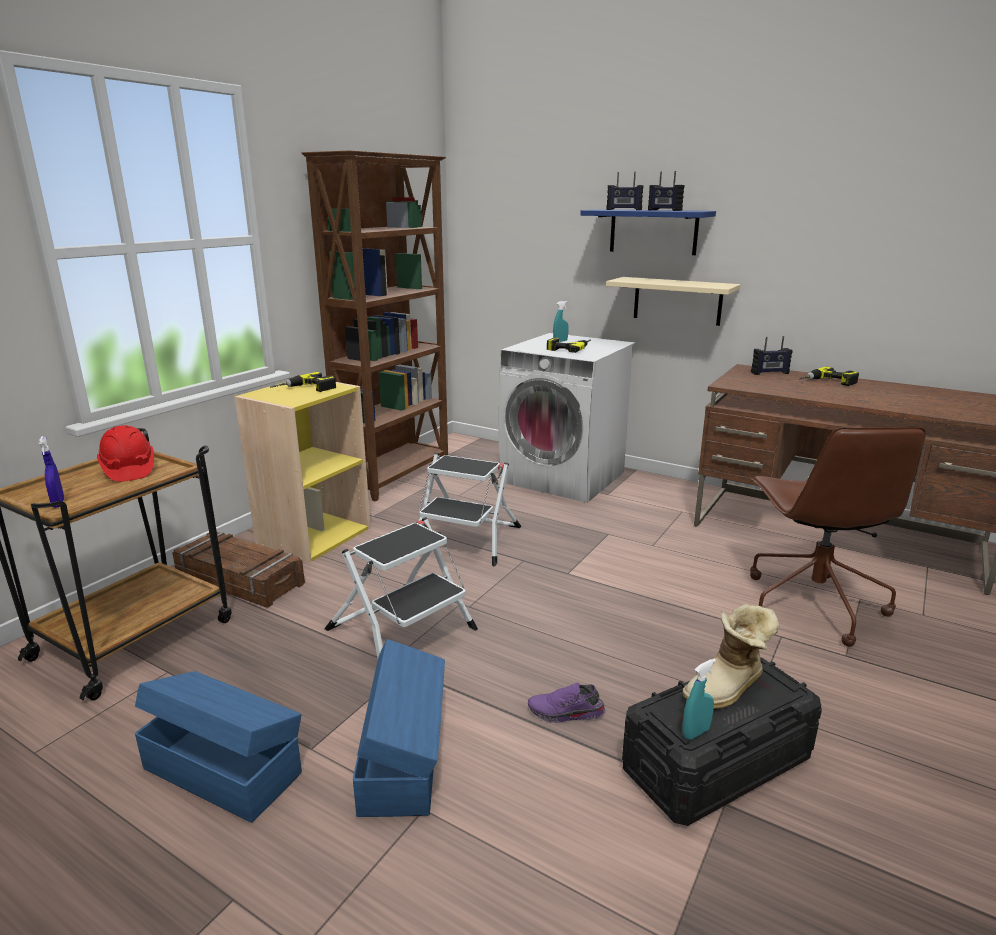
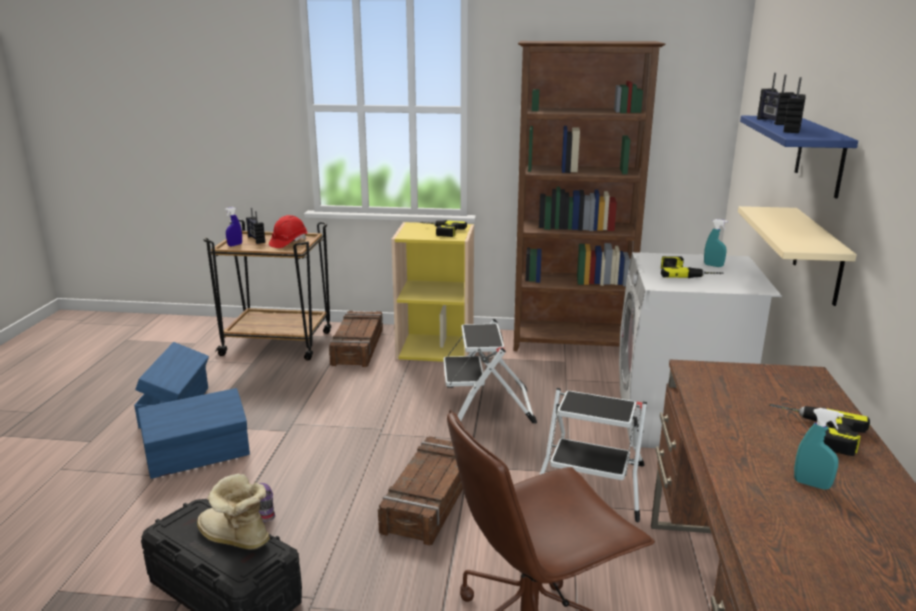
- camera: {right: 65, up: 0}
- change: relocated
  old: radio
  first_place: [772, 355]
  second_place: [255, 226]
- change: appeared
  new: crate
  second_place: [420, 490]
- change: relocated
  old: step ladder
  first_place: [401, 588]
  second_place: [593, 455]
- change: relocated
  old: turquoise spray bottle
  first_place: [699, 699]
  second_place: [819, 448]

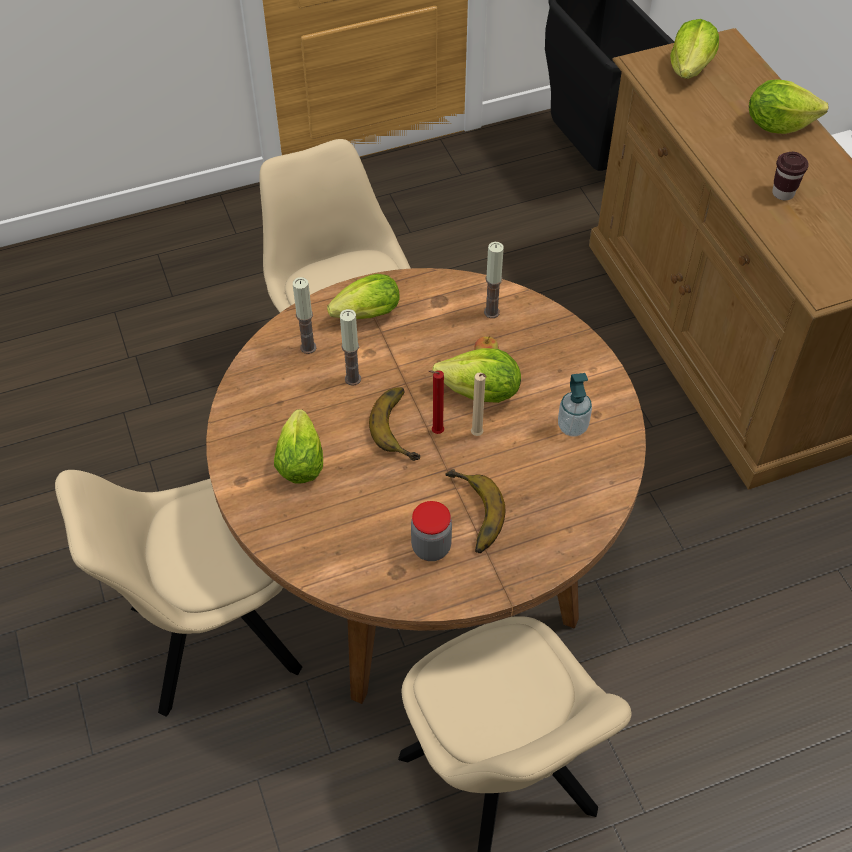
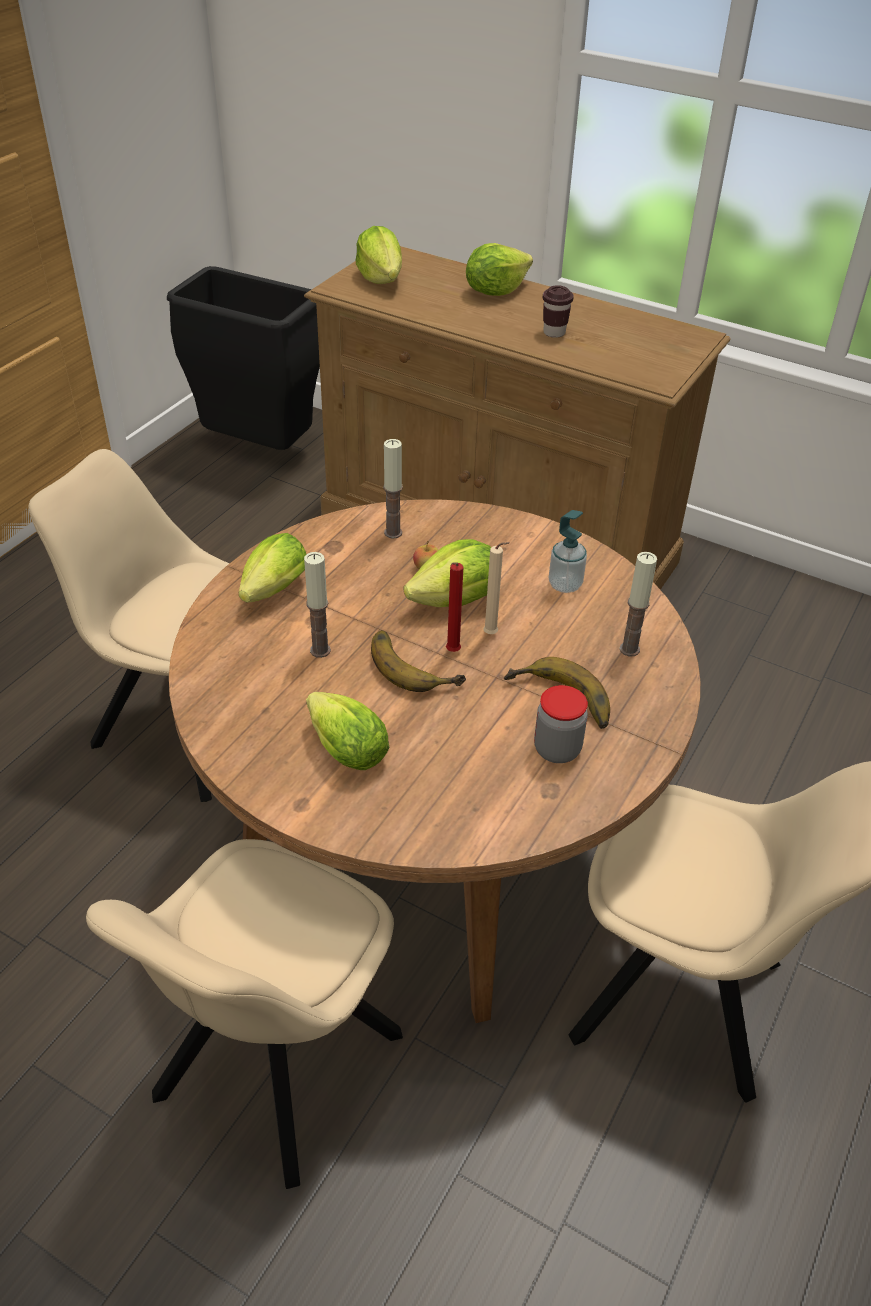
- camera: {right: -40, up: -10}
- change: relocated
  old: candle
  first_place: [305, 315]
  second_place: [638, 604]

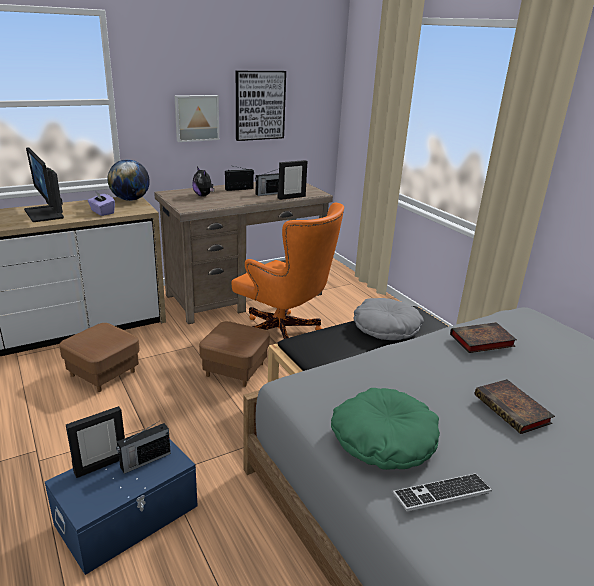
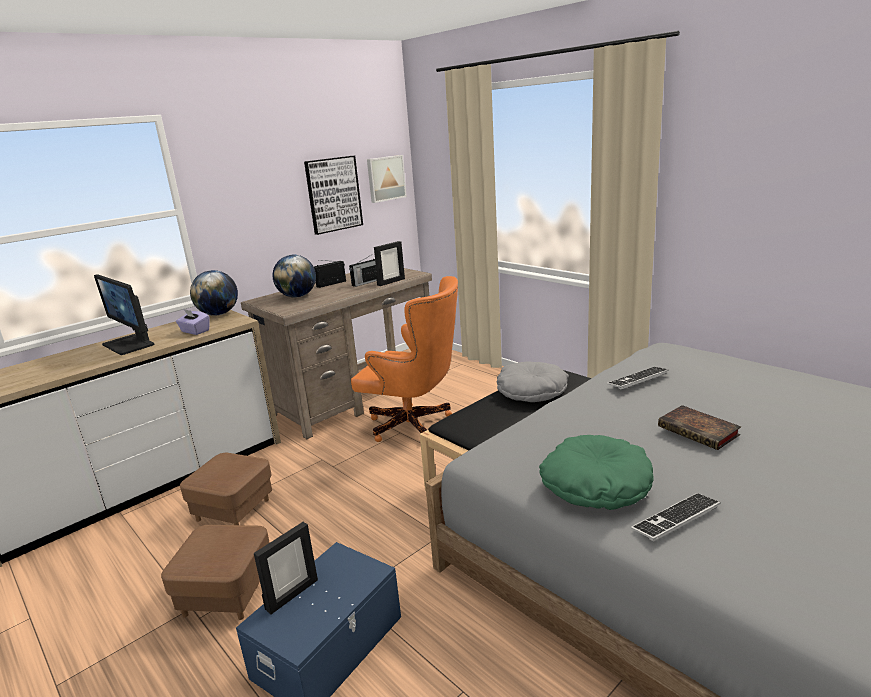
- camera: {right: -10, up: -5}
- change: relocated
  old: brown ottoman
  first_place: [234, 354]
  second_place: [215, 572]
- change: exchanged
  old: plush toy
  new: globe
  first_place: [203, 181]
  second_place: [294, 276]
- change: relocated
  old: picture
  first_place: [197, 118]
  second_place: [387, 179]
- change: exchanged
  old: book
  new: keyboard
  first_place: [483, 337]
  second_place: [638, 378]
- change: missing
  old: radio
  first_place: [143, 447]

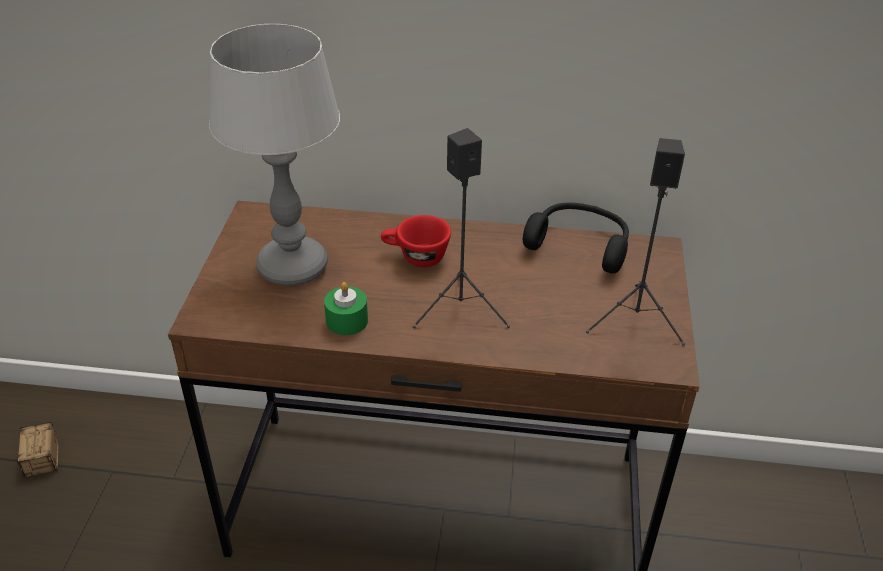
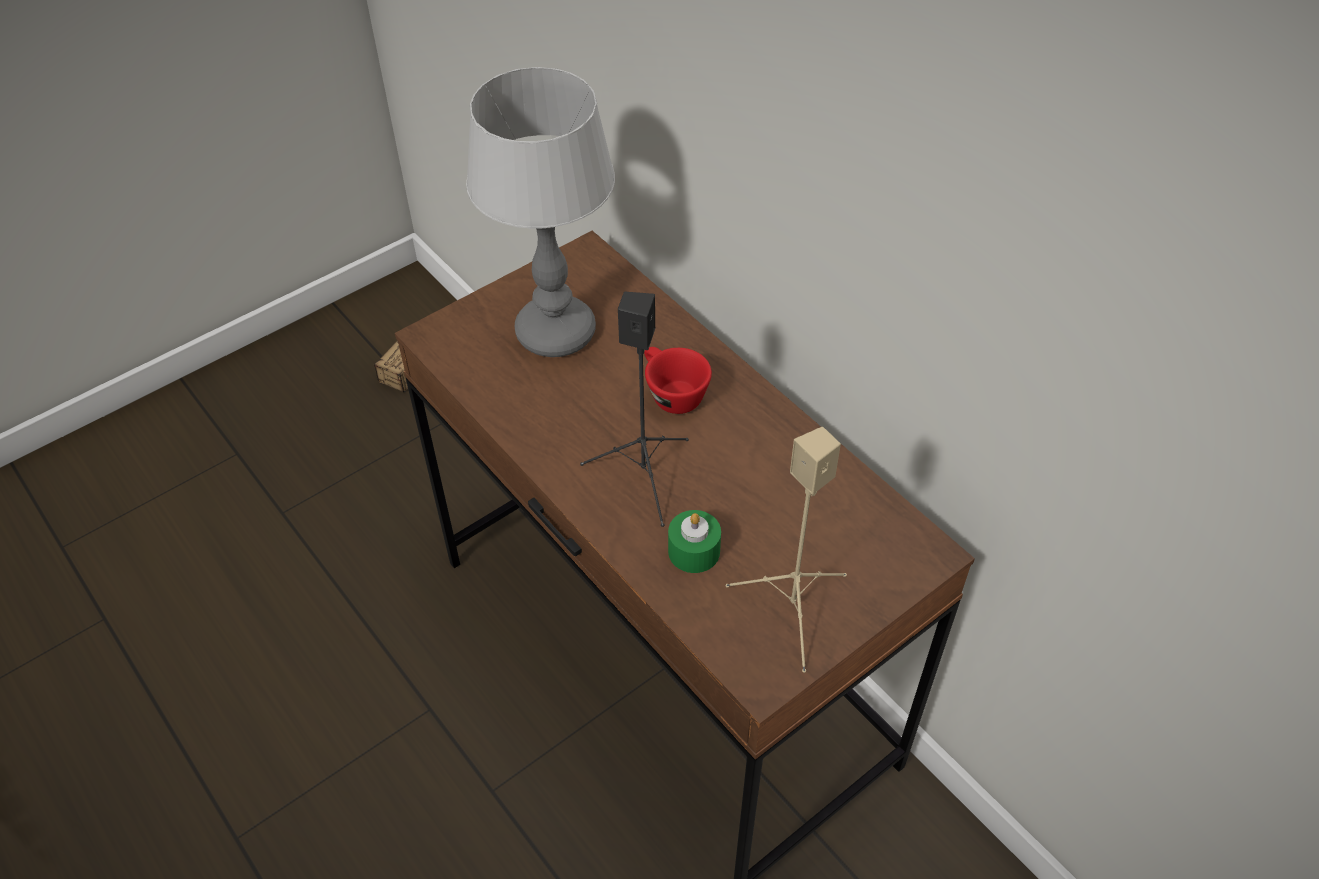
- camera: {right: 45, up: 10}
- change: relocated
  old: green candle
  first_place: [346, 308]
  second_place: [694, 541]
- change: colour
  old: black speaker
  new: beige speaker
  first_place: [635, 242]
  second_place: [786, 550]
- change: missing
  old: black headphones
  first_place: [576, 238]

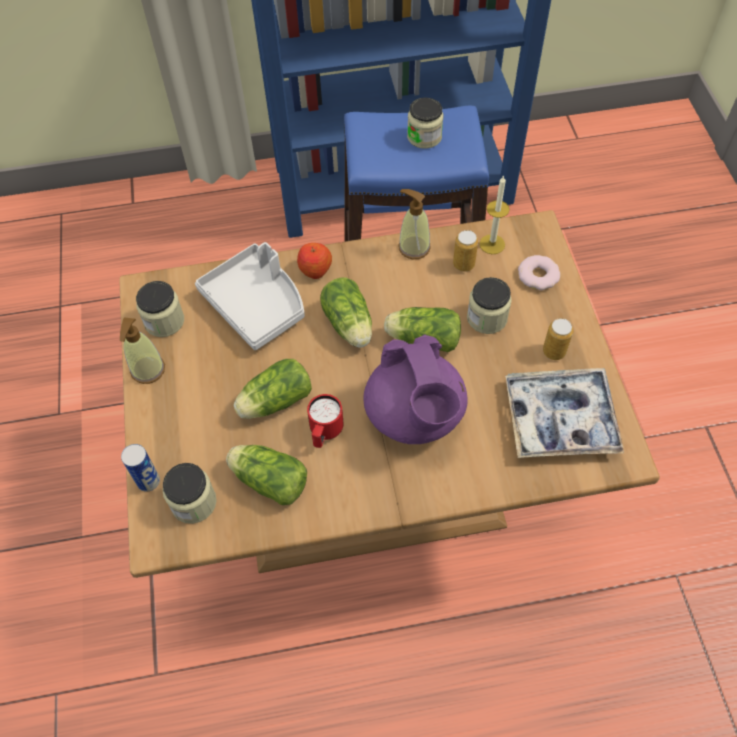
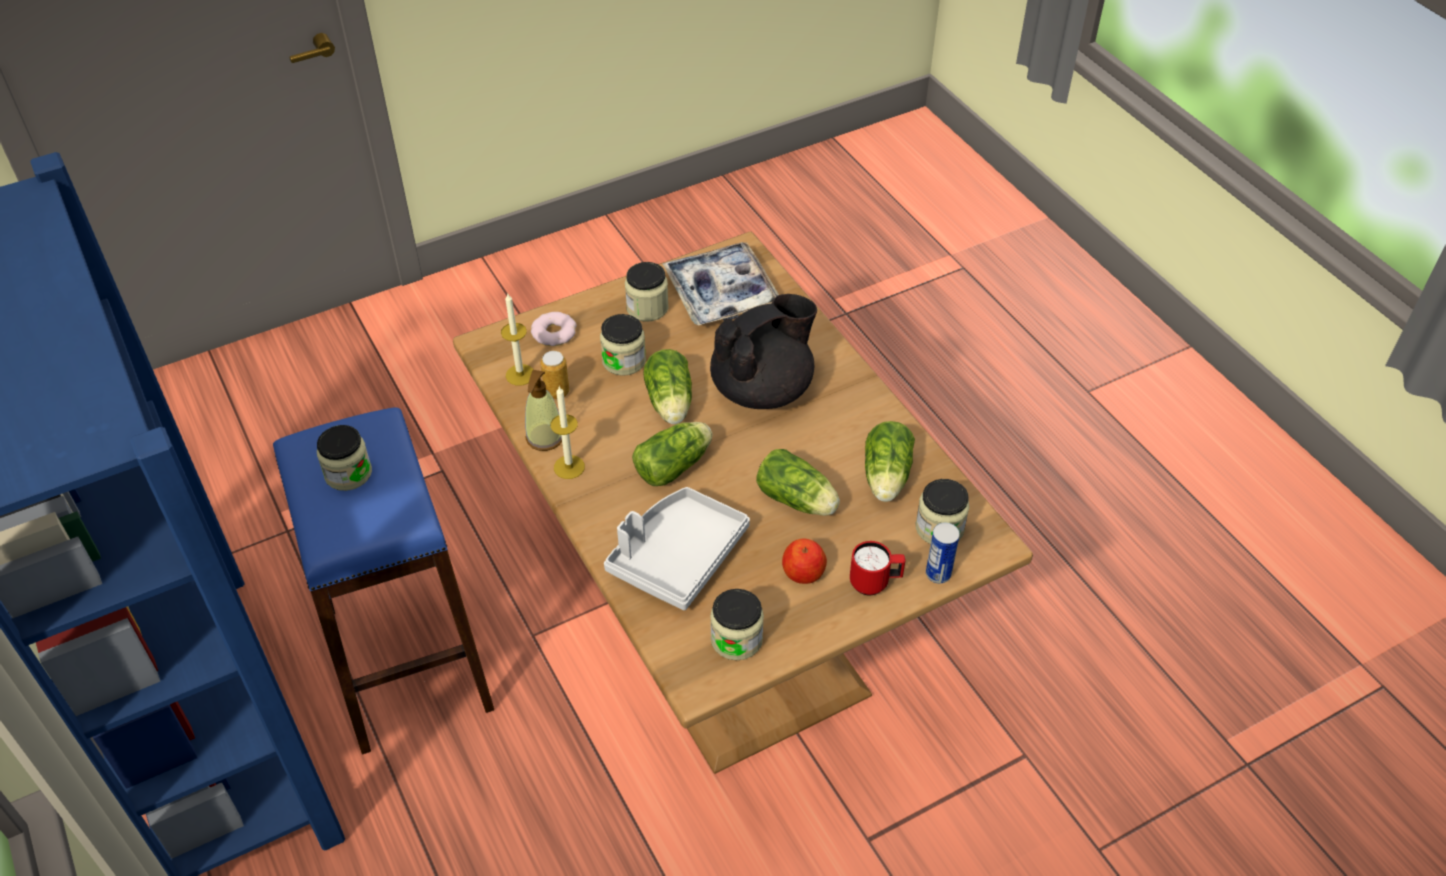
- camera: {right: -110, up: -10}
- change: appeared
  new: candle
  second_place: [567, 432]
- change: exchanged
  old: can
  new: jar
  first_place: [558, 339]
  second_place: [647, 292]
- change: colour
  old: purple teapot
  new: black teapot
  first_place: [415, 389]
  second_place: [763, 351]
- change: relocated
  old: apple
  first_place: [314, 261]
  second_place: [804, 561]
- change: relocated
  old: red mug
  first_place: [325, 421]
  second_place: [877, 568]
- change: missing
  old: soap dispenser
  first_place: [142, 350]

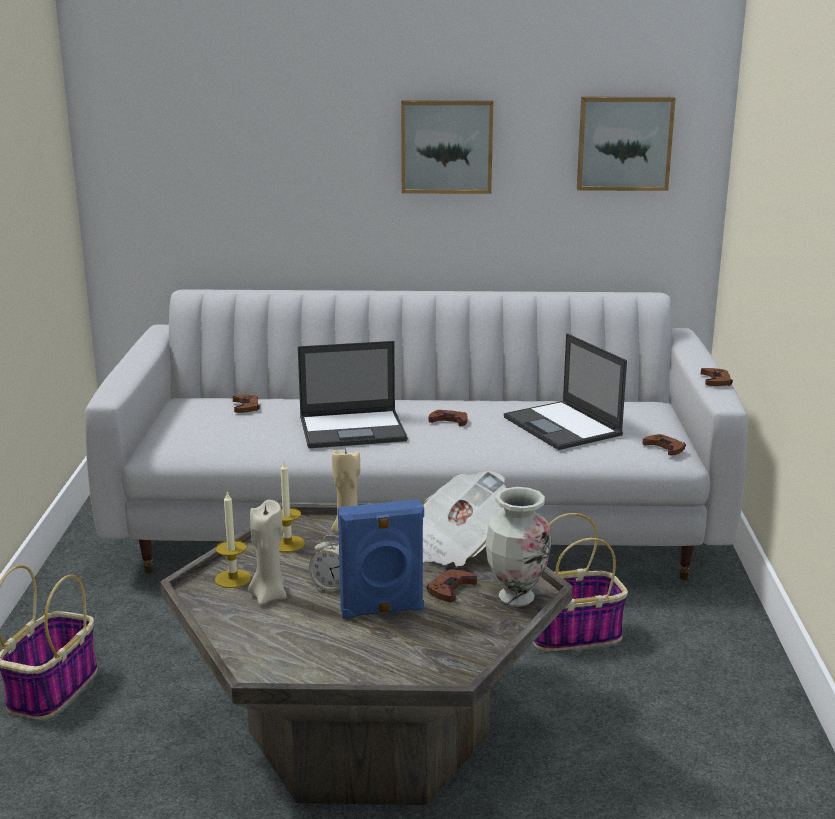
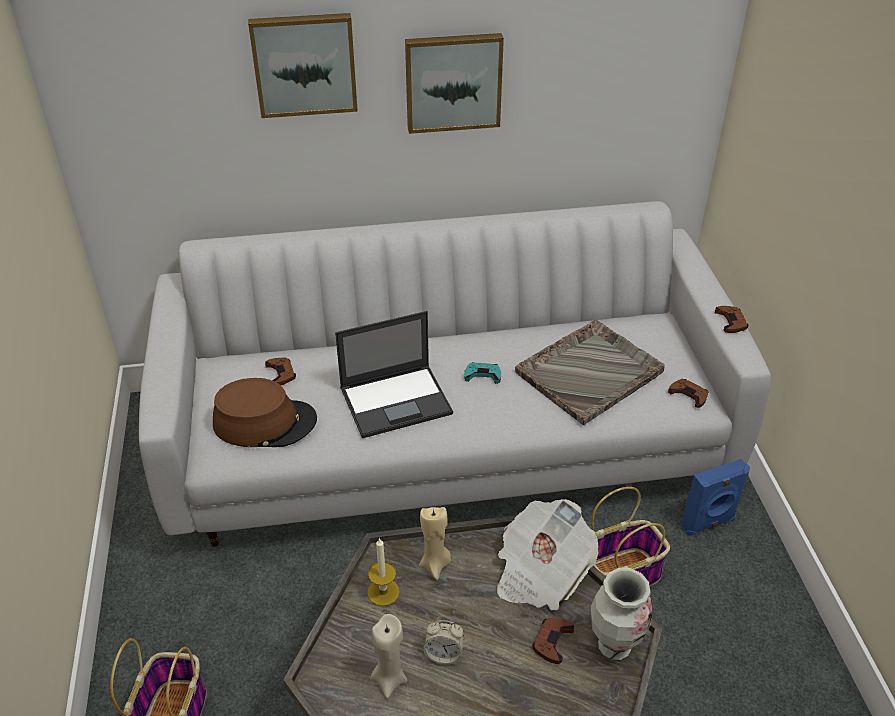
- camera: {right: -10, up: 20}
- change: appeared
  new: brown hat
  second_place: [265, 412]
- change: relocated
  old: picture
  first_place: [626, 144]
  second_place: [303, 65]
- change: colour
  old: brown game controller
  new: turquoise game controller
  first_place: [448, 418]
  second_place: [482, 373]
- change: exchanged
  old: laptop
  new: grey tray
  first_place: [565, 391]
  second_place: [590, 372]
- change: relocated
  old: blue speaker
  first_place: [381, 559]
  second_place: [715, 497]
- change: missing
  old: candle
  first_place: [233, 539]

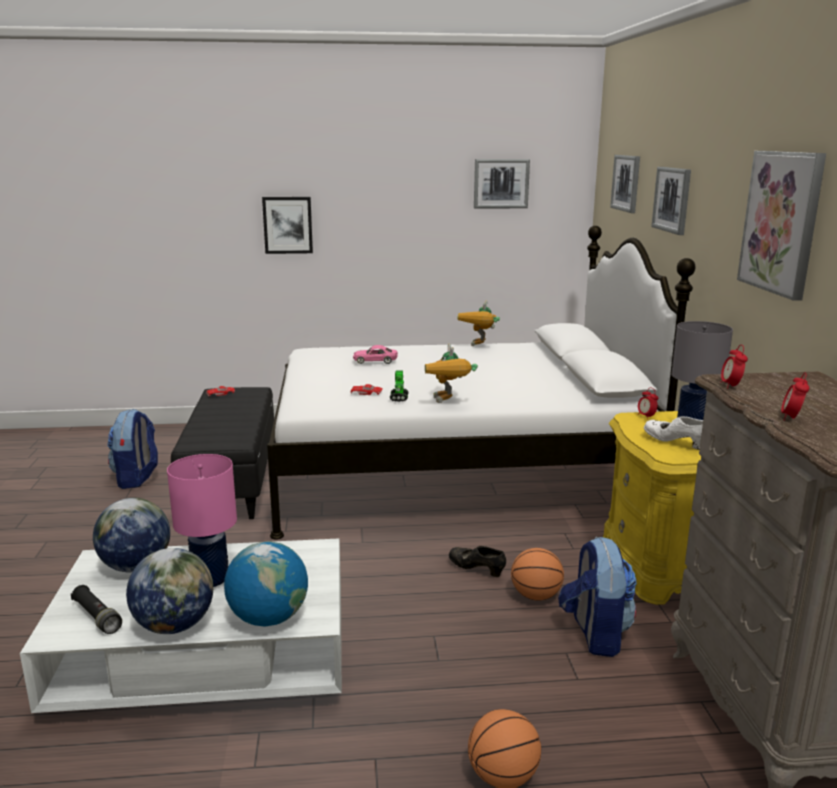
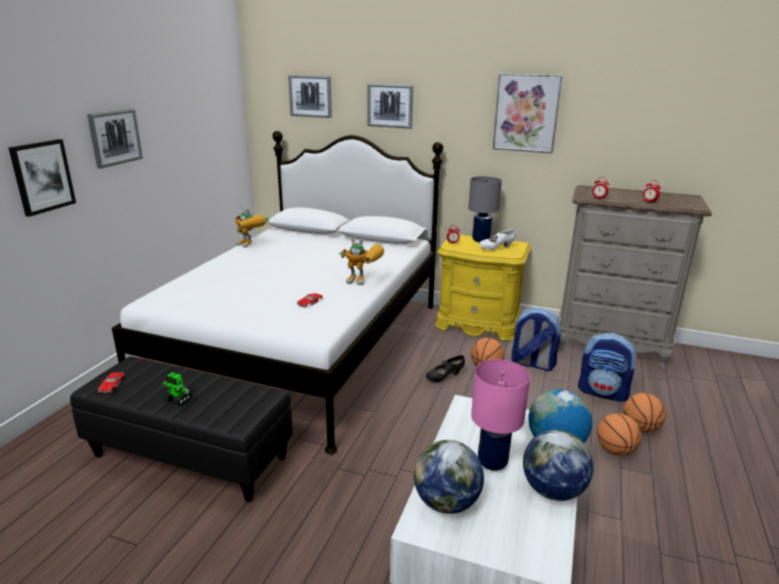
- camera: {right: -65, up: 5}
- change: relocated
  old: picture
  first_place: [502, 184]
  second_place: [115, 139]
- change: relocated
  old: toy robot
  first_place: [399, 386]
  second_place: [177, 389]
- change: relocated
  old: backpack
  first_place: [133, 449]
  second_place: [608, 367]
- change: appeared
  new: basketball
  second_place: [619, 434]
- change: missing
  old: black flashlight
  first_place: [96, 609]
- change: missing
  old: pink toy car
  first_place: [375, 354]

